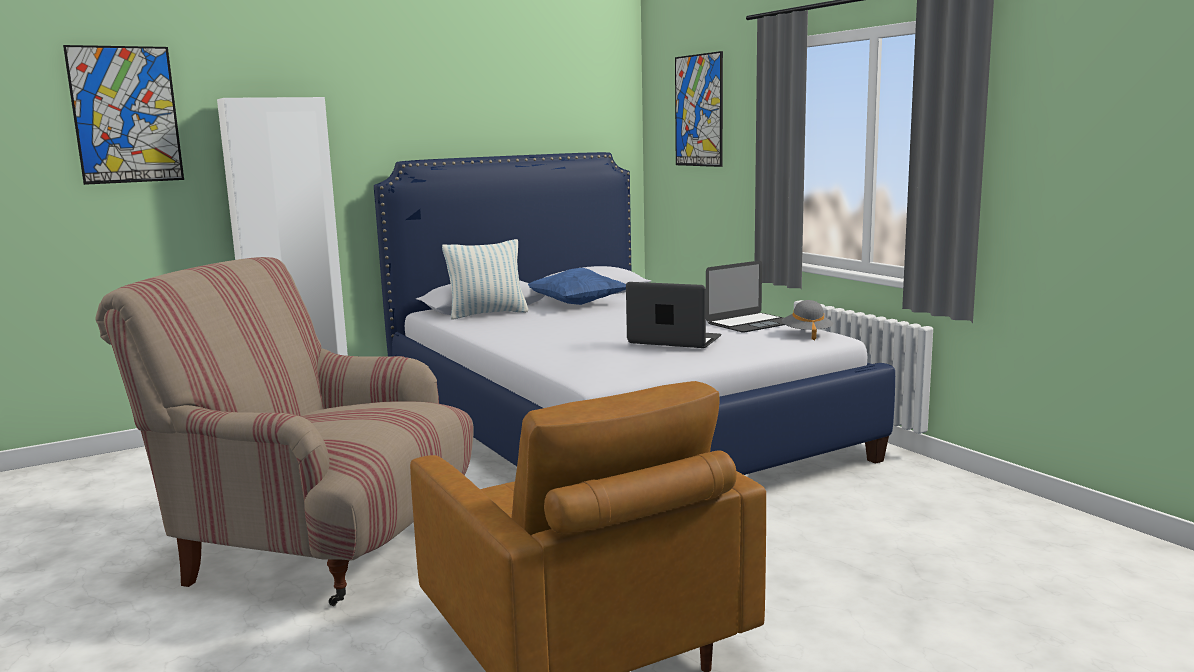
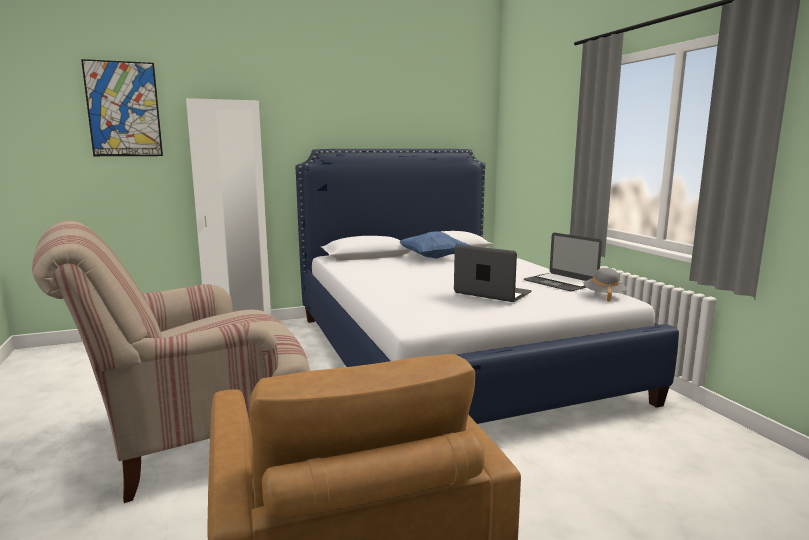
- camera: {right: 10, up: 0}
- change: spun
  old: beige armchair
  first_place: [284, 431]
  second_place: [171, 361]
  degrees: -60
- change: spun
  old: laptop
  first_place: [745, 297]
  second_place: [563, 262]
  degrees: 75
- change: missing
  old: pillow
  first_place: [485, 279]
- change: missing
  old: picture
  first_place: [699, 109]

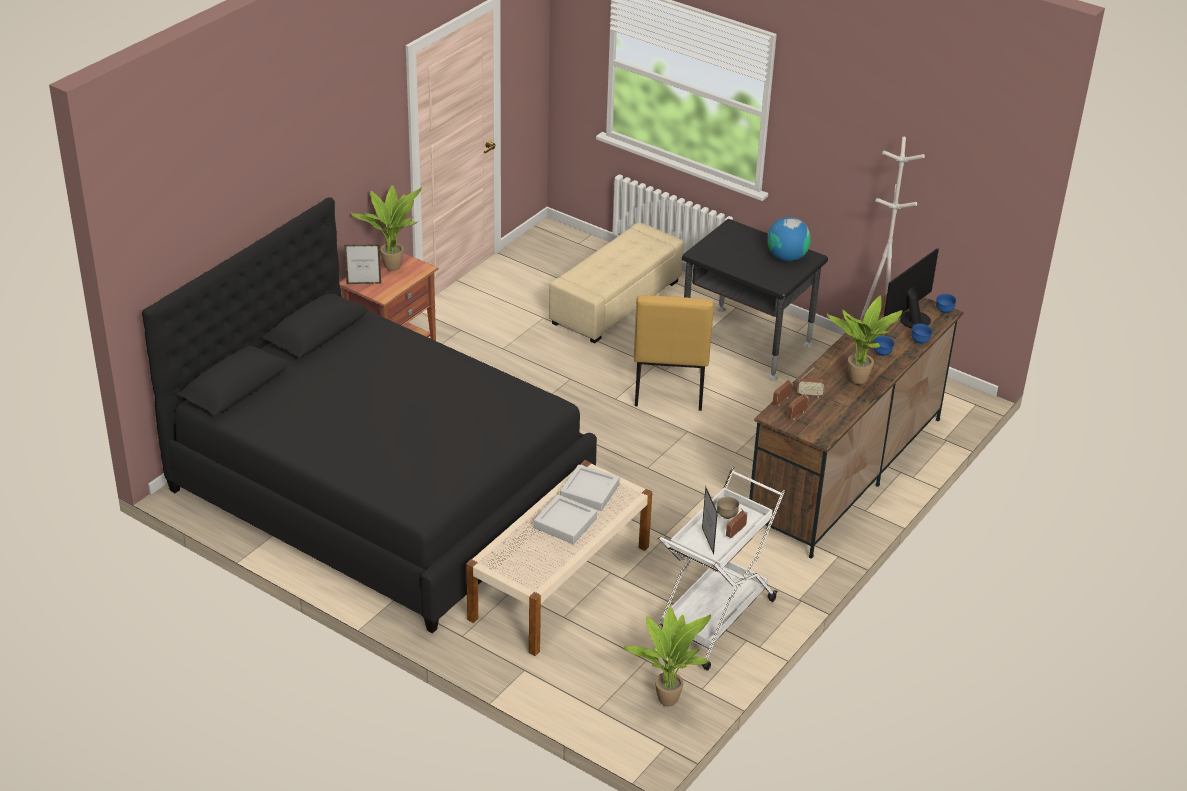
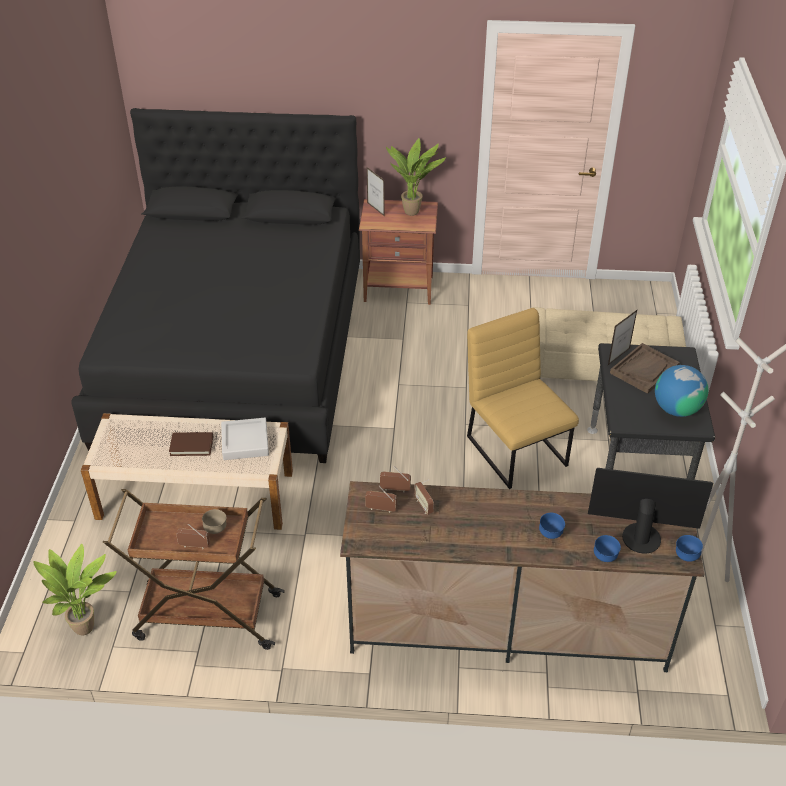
- camera: {right: 60, up: 5}
- change: colour
  old: white cart
  new: brown cart
  first_place: [718, 569]
  second_place: [194, 569]
- change: exchanged
  old: grey tray
  new: brown book
  first_place: [565, 519]
  second_place: [191, 444]
- change: spun
  old: yellow chair
  first_place: [674, 353]
  second_place: [523, 398]
  degrees: 90
- change: relocated
  old: picture frame
  first_place: [710, 520]
  second_place: [623, 337]
- change: appeared
  new: brown tray
  second_place: [645, 368]
- change: missing
  old: potted plant
  first_place: [864, 340]

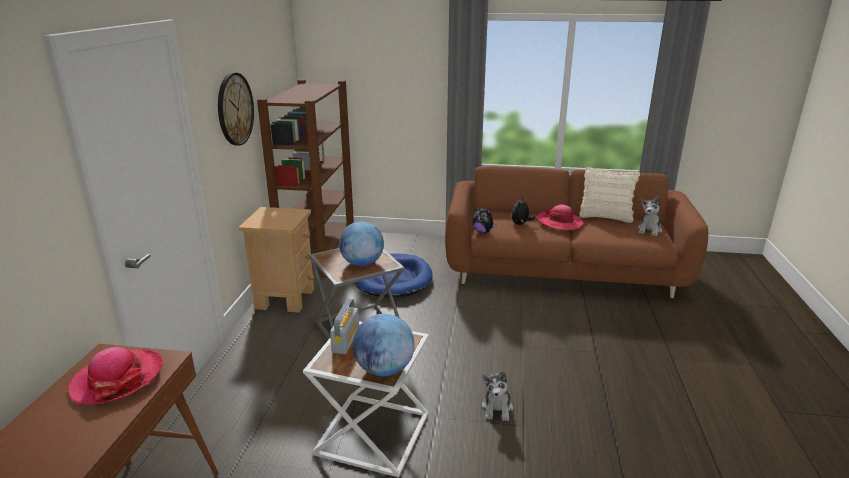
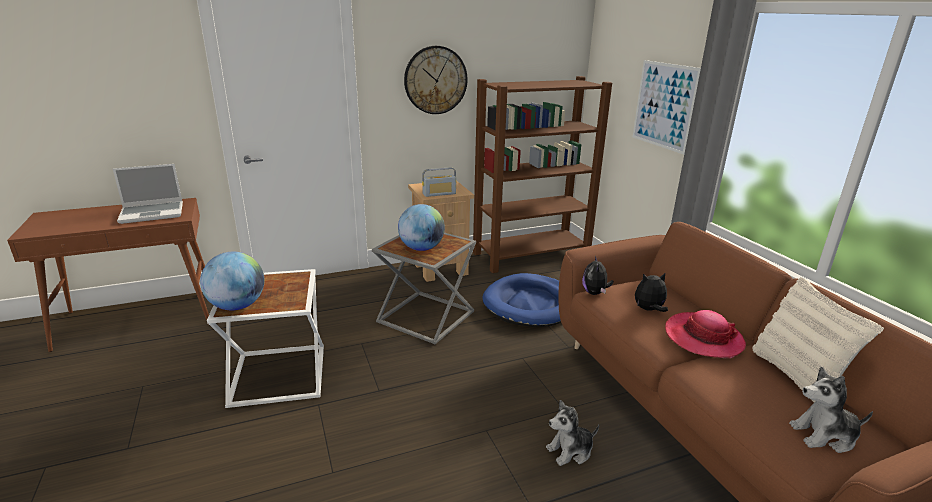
- camera: {right: 60, up: 0}
- change: exchanged
  old: hat
  new: laptop
  first_place: [115, 376]
  second_place: [148, 194]
- change: relocated
  old: radio
  first_place: [344, 326]
  second_place: [439, 182]
- change: relocated
  old: plush toy
  first_place: [497, 396]
  second_place: [572, 433]
- change: appeared
  new: picture
  second_place: [667, 107]

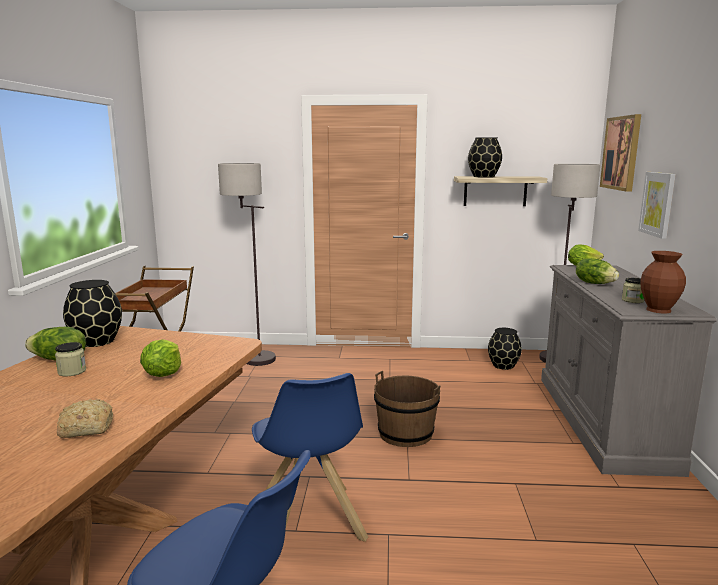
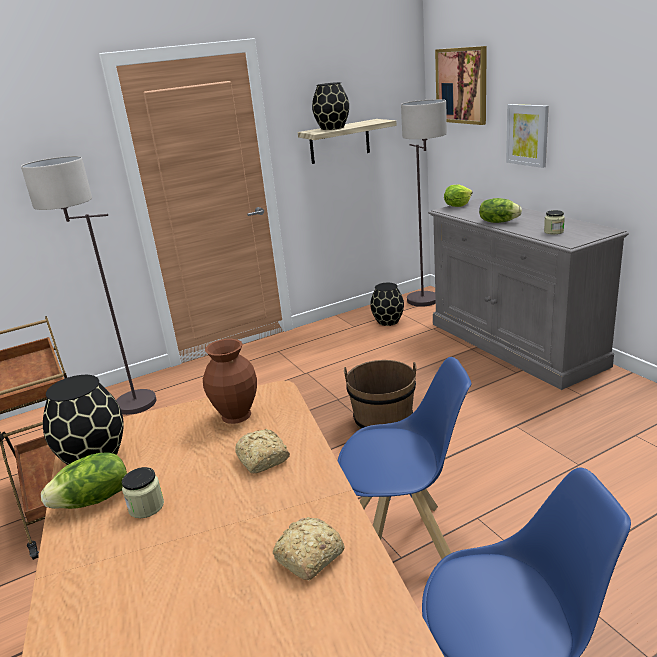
- camera: {right: -30, up: 10}
- change: relocated
  old: brown vase
  first_place: [663, 282]
  second_place: [230, 381]
- change: exchanged
  old: lettuce
  new: bread
  first_place: [160, 358]
  second_place: [263, 451]
- change: spun
  old: blue chair
  first_place: [310, 457]
  second_place: [404, 458]
  degrees: -45

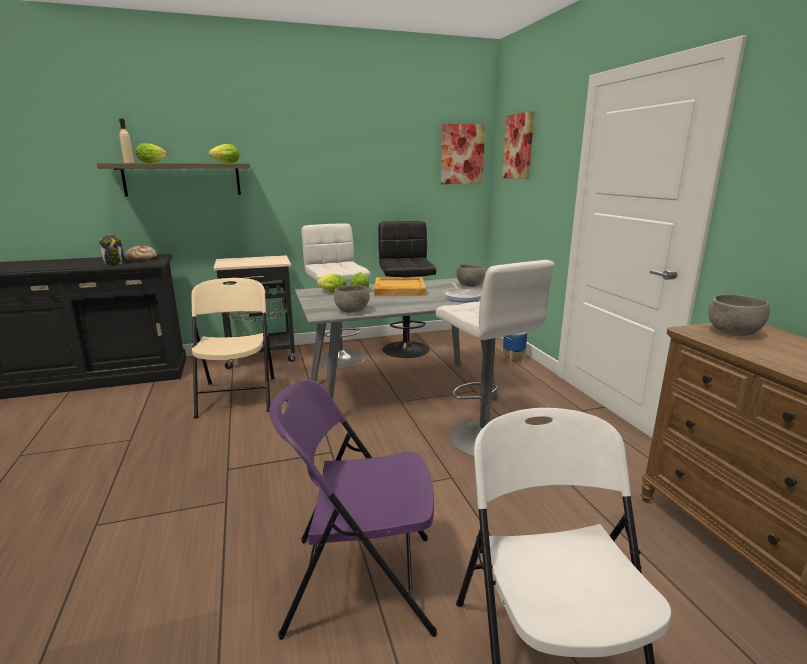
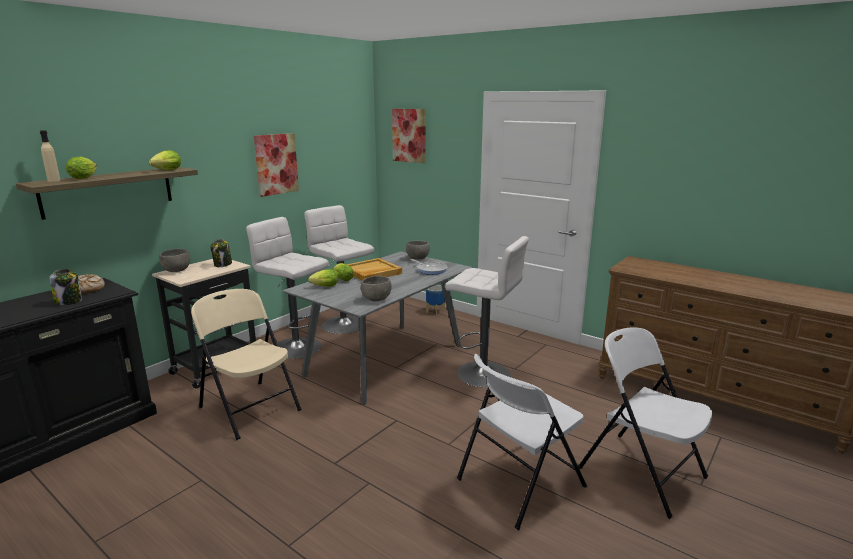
- camera: {right: -35, up: 0}
- change: relocated
  old: grey bowl
  first_place: [739, 315]
  second_place: [174, 260]
- change: appeared
  new: jar
  second_place: [221, 253]
- change: relocated
  old: picture
  first_place: [463, 154]
  second_place: [276, 165]
- change: colour
  old: black stool
  new: white stool
  first_place: [407, 289]
  second_place: [339, 269]
- change: colour
  old: purple chair
  new: white chair
  first_place: [353, 510]
  second_place: [522, 442]

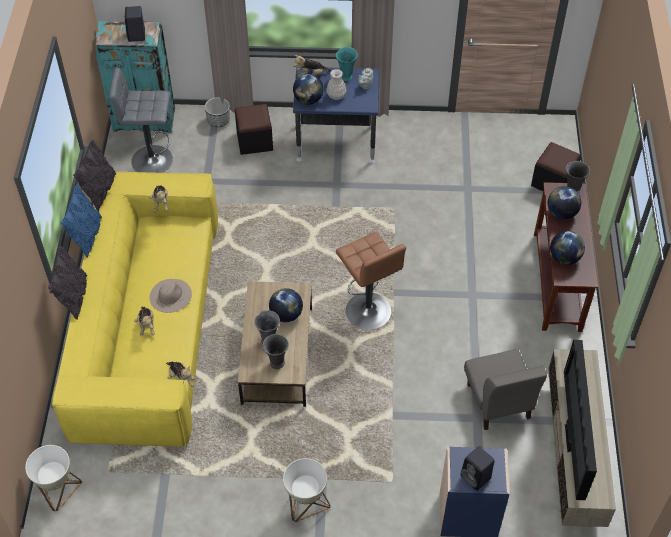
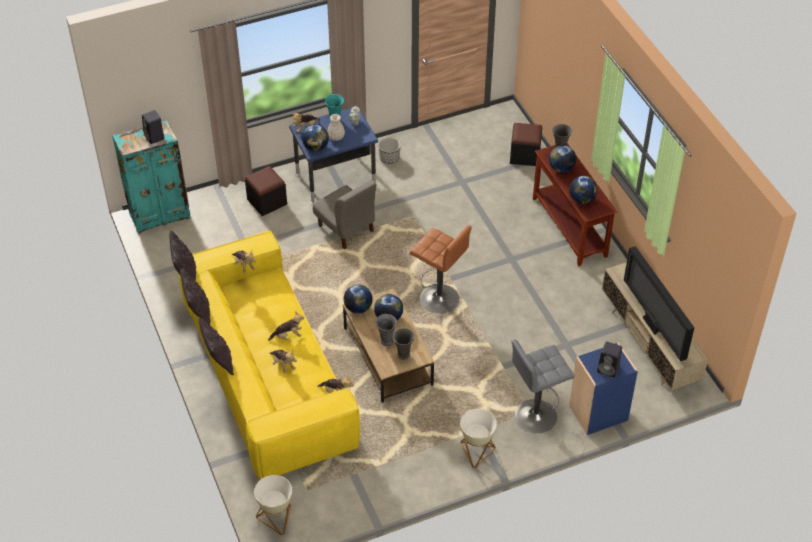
- camera: {right: -25, up: -5}
- change: colour
  old: blue pillow
  new: black pillow
  first_place: [81, 221]
  second_place: [195, 297]
- change: exchanged
  old: beige hat
  new: plush toy
  first_place: [170, 296]
  second_place: [286, 326]
- change: relocated
  old: grey chair
  first_place: [505, 389]
  second_place: [344, 214]
- change: appeared
  new: globe
  second_place: [358, 299]
- change: relocated
  old: planter
  first_place: [217, 112]
  second_place: [389, 150]
- change: relocated
  old: grey stool
  first_place: [141, 120]
  second_place: [542, 386]

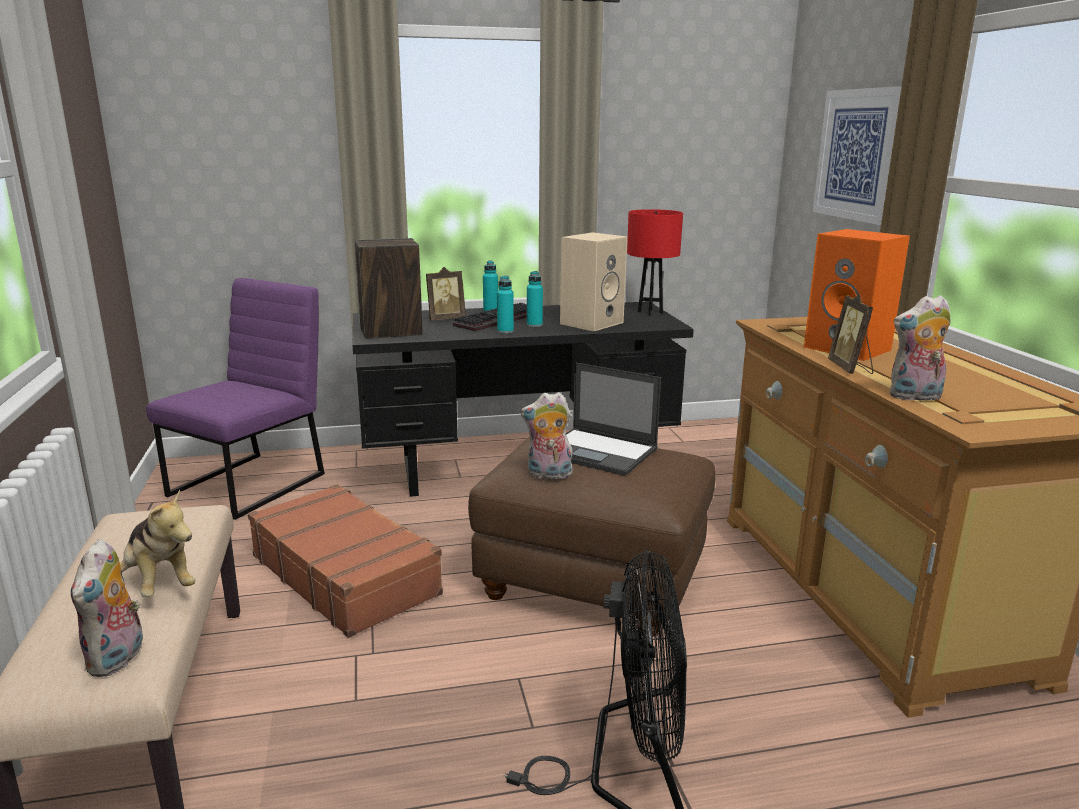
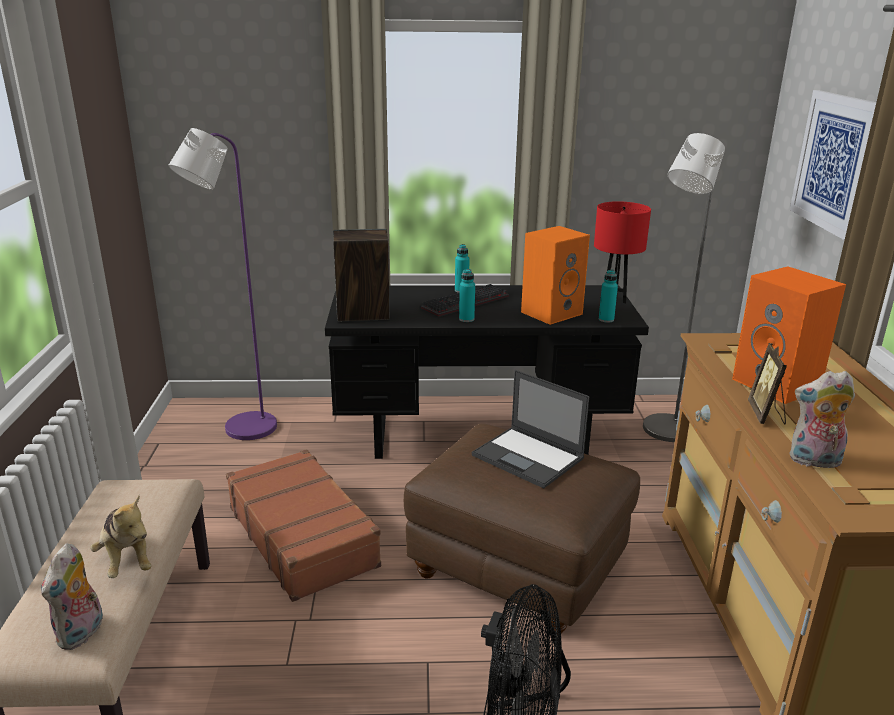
- camera: {right: 10, up: 5}
- change: exchanged
  old: purple chair
  new: purple floor lamp
  first_place: [235, 399]
  second_place: [222, 284]
- change: colour
  old: beige speaker
  new: orange speaker
  first_place: [593, 281]
  second_place: [555, 275]
- change: relocated
  old: turquoise bottle
  first_place: [535, 299]
  second_place: [608, 296]
- change: appeared
  new: grey floor lamp
  second_place: [684, 287]
- change: missing
  old: picture frame
  first_place: [446, 294]
- change: missing
  old: plush toy
  first_place: [546, 435]

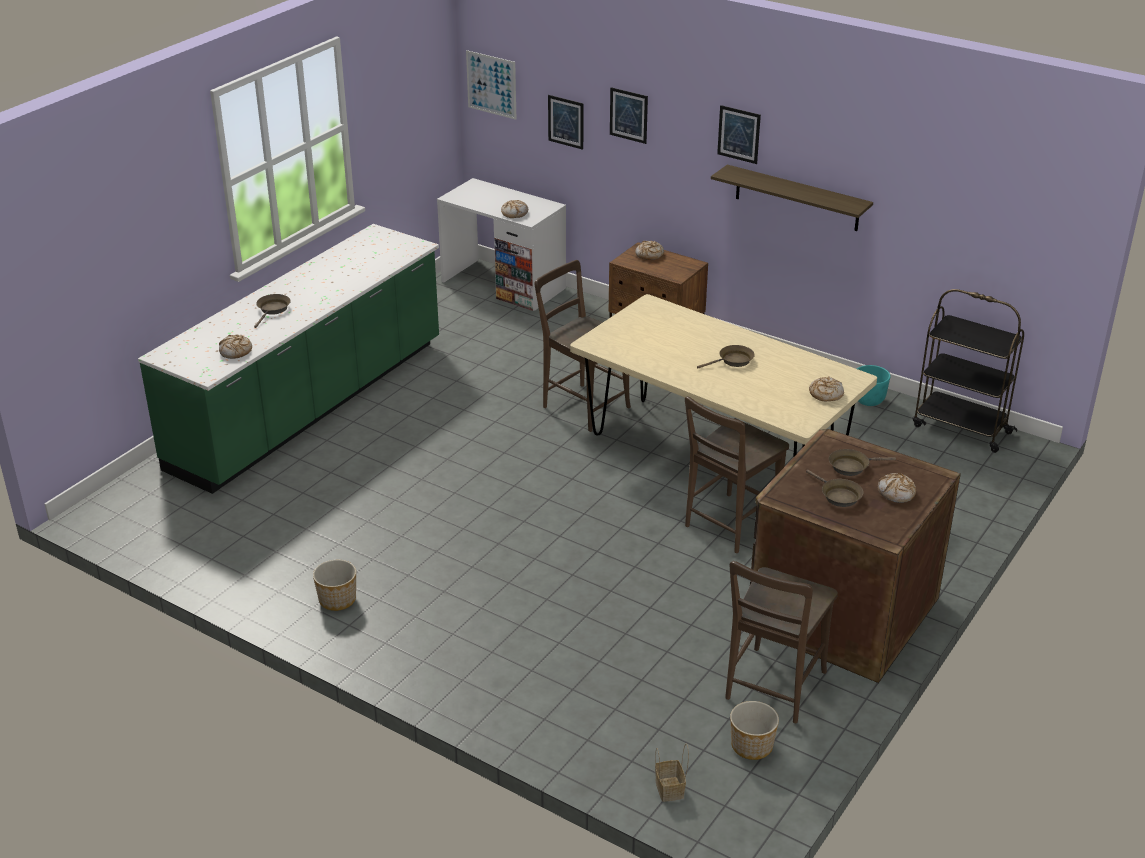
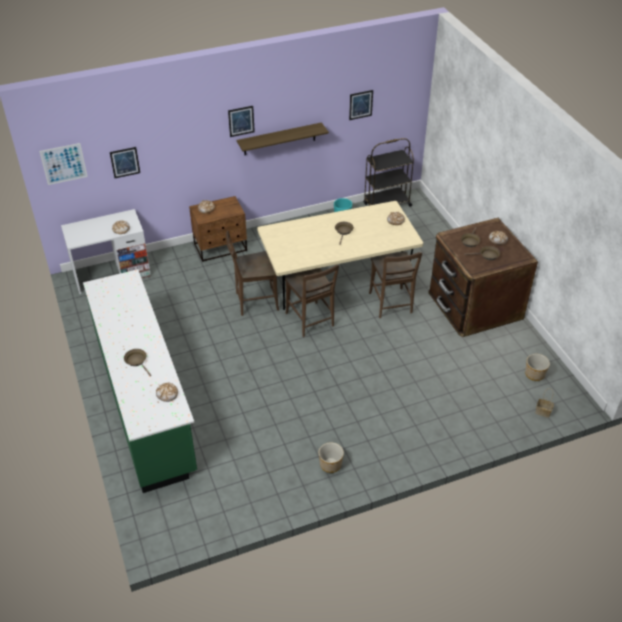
- camera: {right: -55, up: 10}
- change: relocated
  old: brown chair
  first_place: [781, 642]
  second_place: [312, 300]
- change: relocated
  old: picture
  first_place: [629, 115]
  second_place: [361, 105]

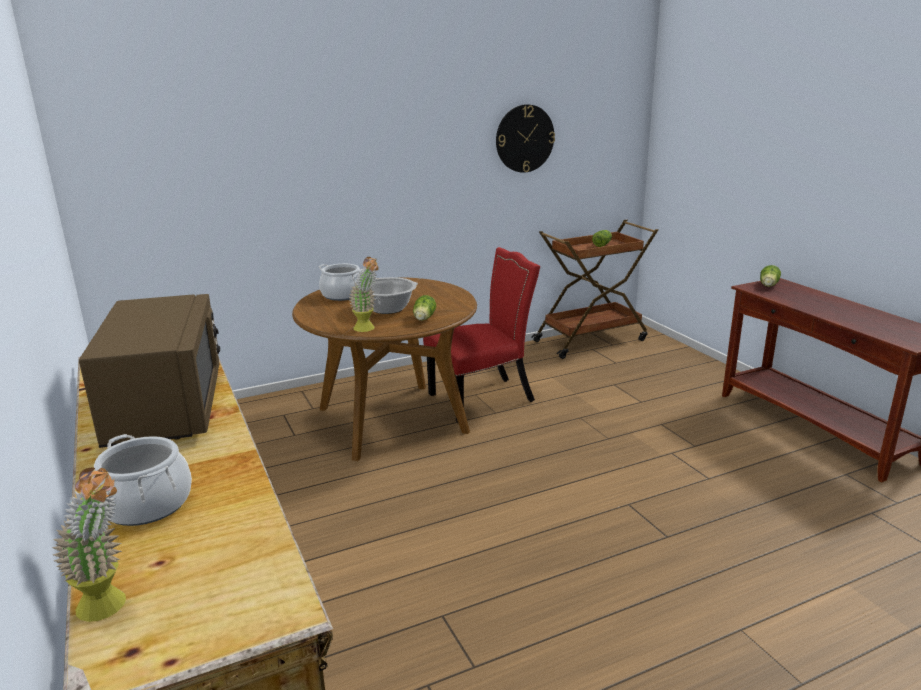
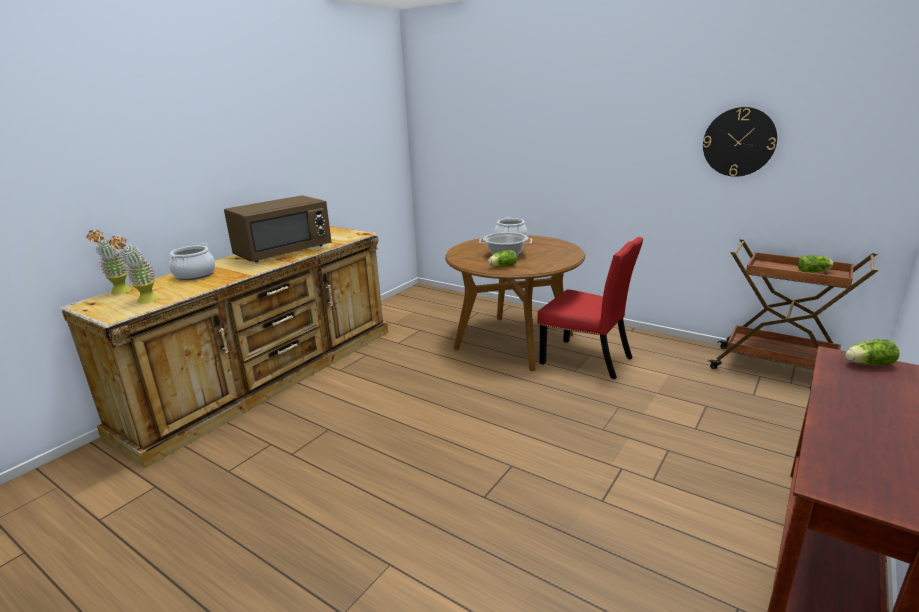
- camera: {right: 60, up: 0}
- change: relocated
  old: potted plant
  first_place: [363, 294]
  second_place: [134, 269]

